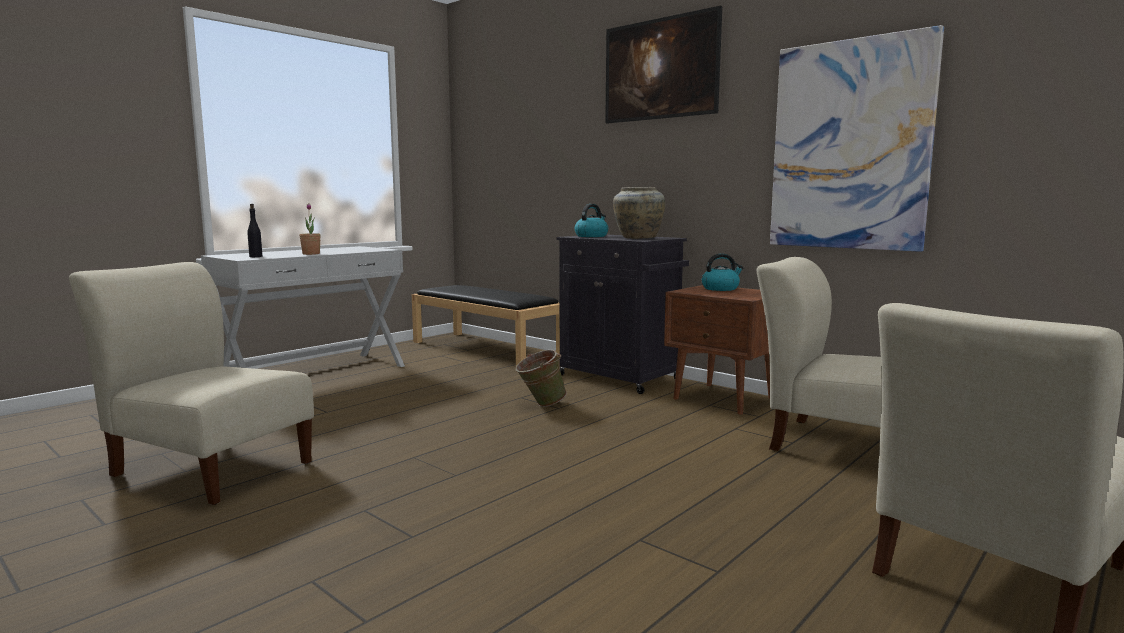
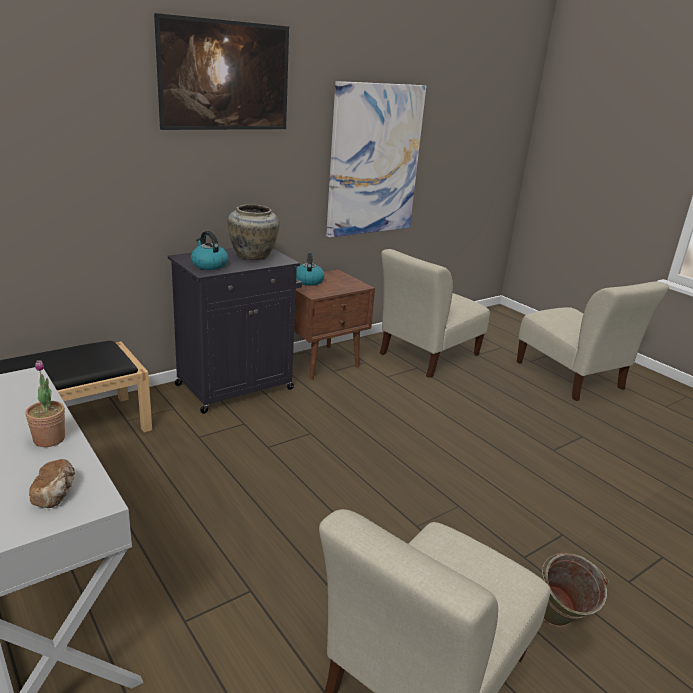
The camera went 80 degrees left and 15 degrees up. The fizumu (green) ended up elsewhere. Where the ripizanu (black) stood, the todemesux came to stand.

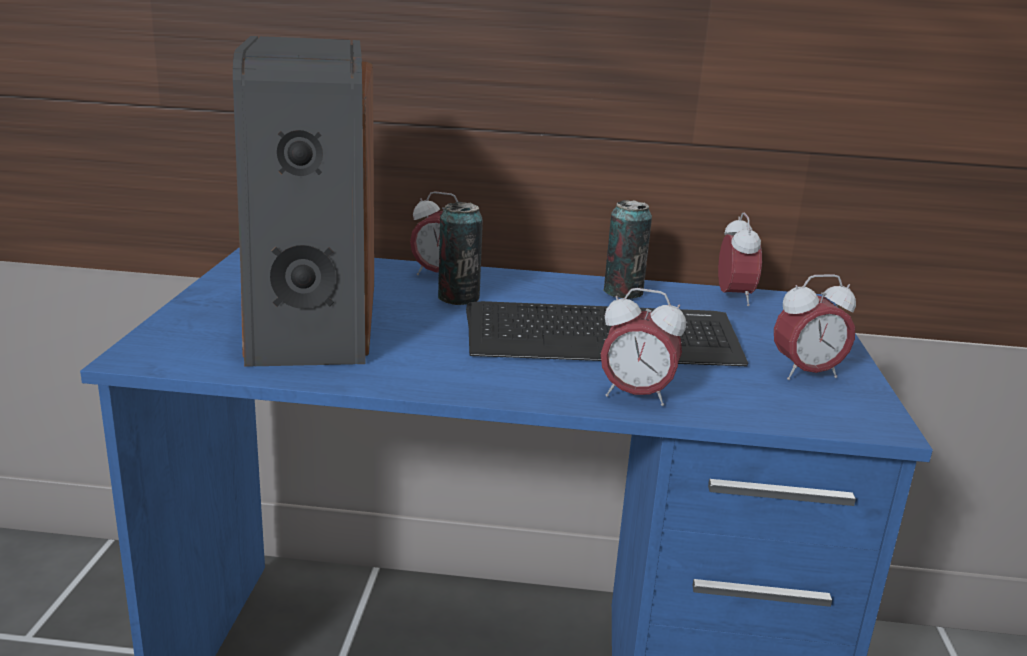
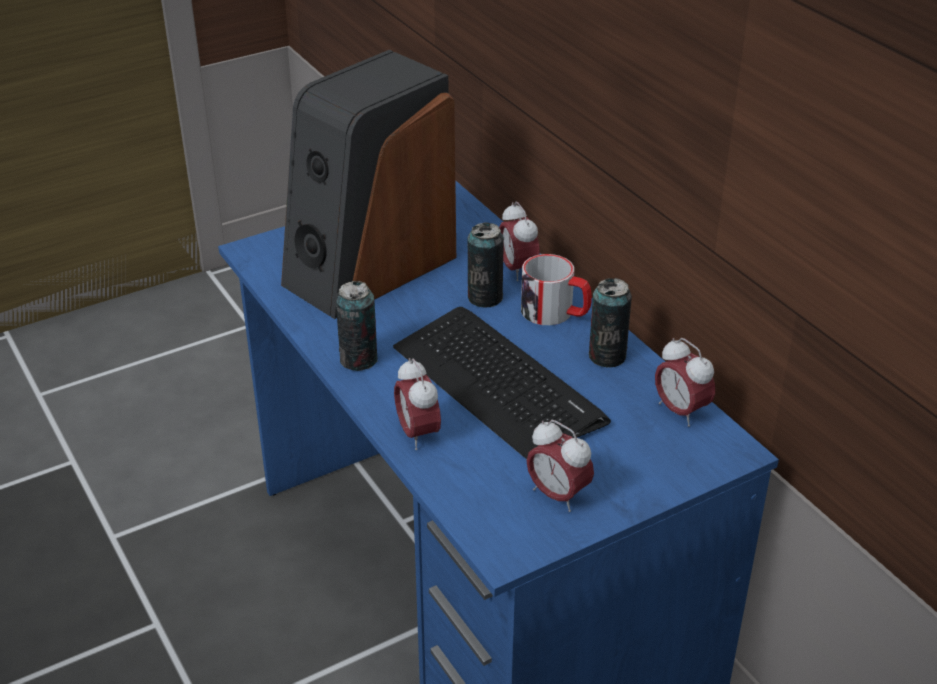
The camera went 55 degrees right and 15 degrees up. The second view gained the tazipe (no. 1 from left). The second view gained the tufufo. The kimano (no. 3 from left in the first image) ended up facing another way, 90 degrees clockwise from before.

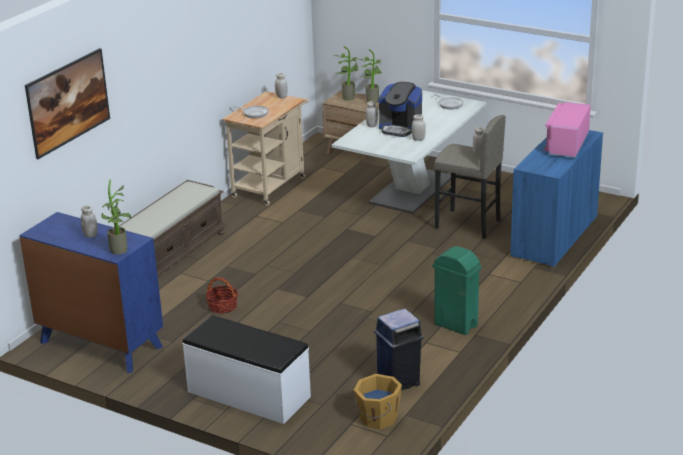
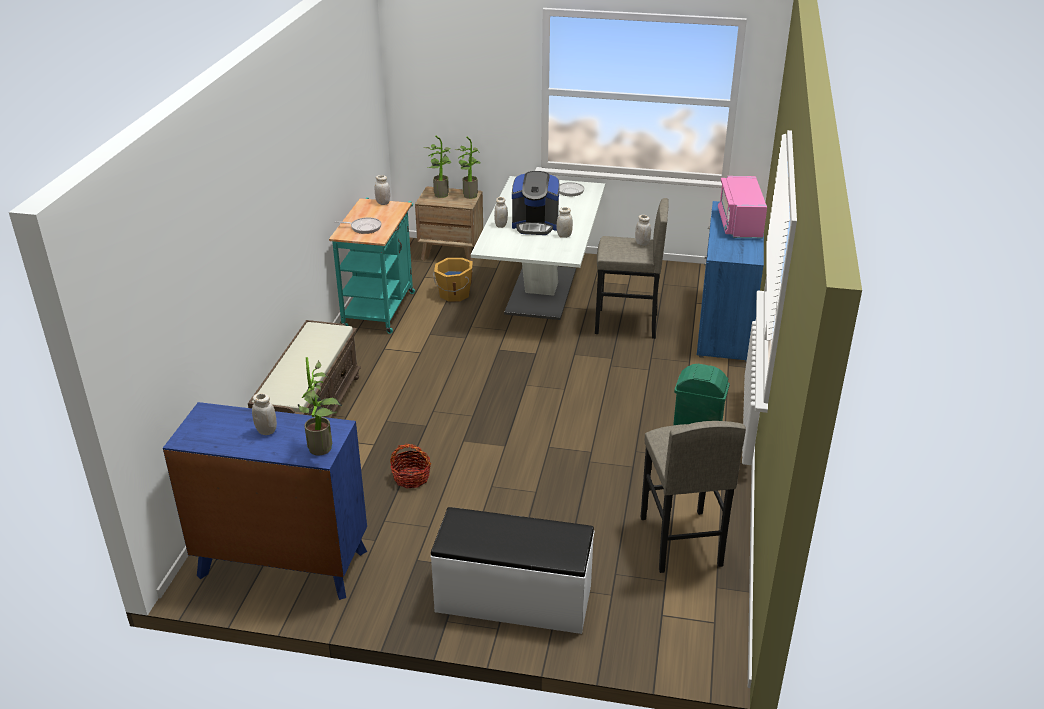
The camera went 20 degrees left and 5 degrees up. The second view lost the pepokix. The fizumu (orange) ended up elsewhere. Where the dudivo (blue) stood, the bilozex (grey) (no. 2 from left) came to stand. What was the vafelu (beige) turned into the vafelu (turquoise).

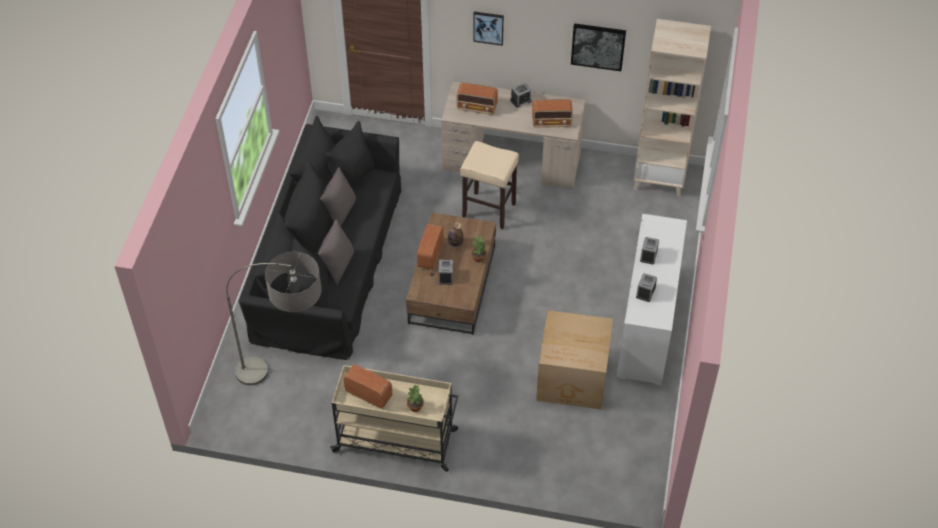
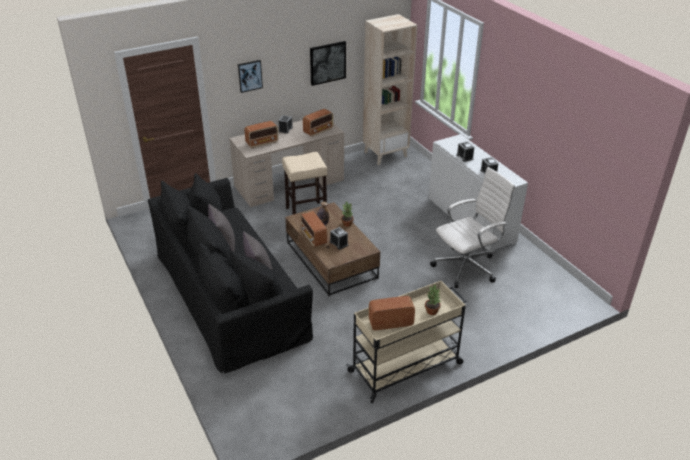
The camera went 40 degrees left and 15 degrees down. The second view lost the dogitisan. Where the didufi stood, the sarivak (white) came to stand.

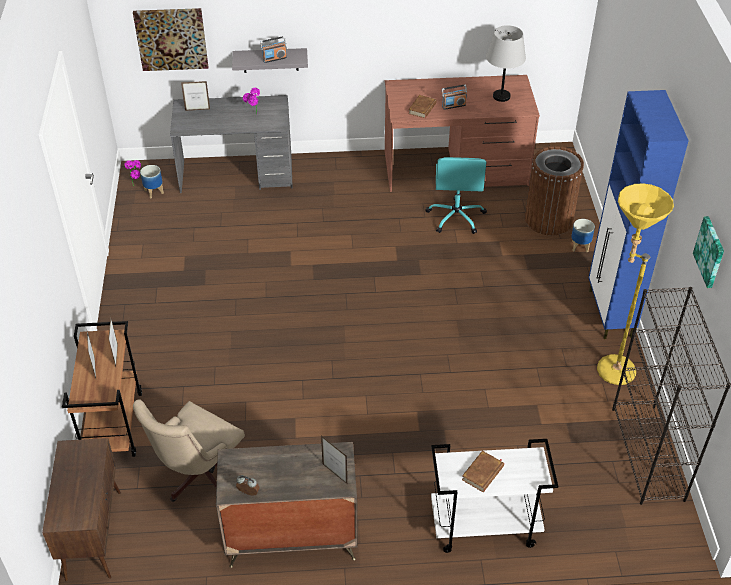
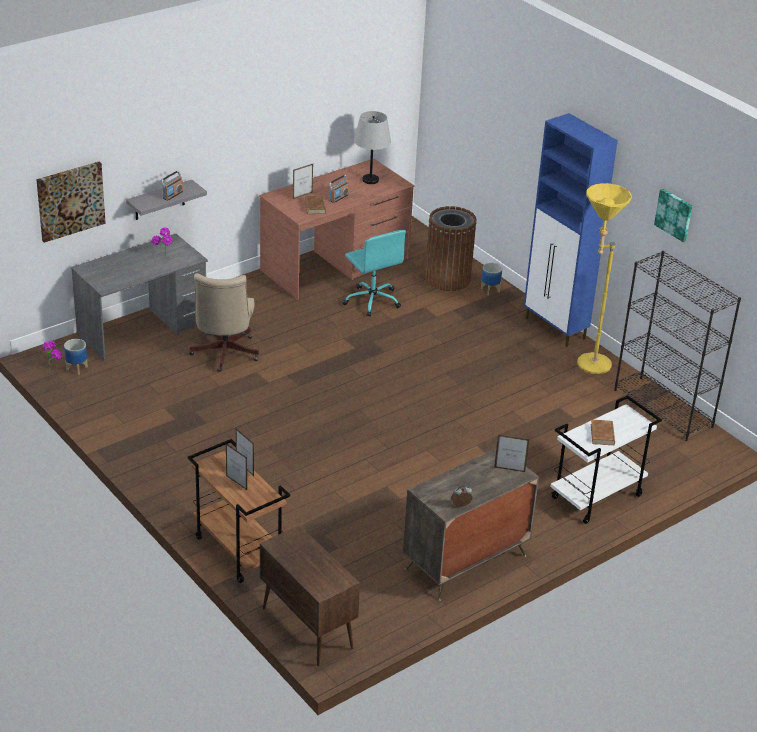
The camera went 35 degrees left and 10 degrees down. The sarivak (beige) ended up elsewhere. The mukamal (no. 3 from left) ended up elsewhere.

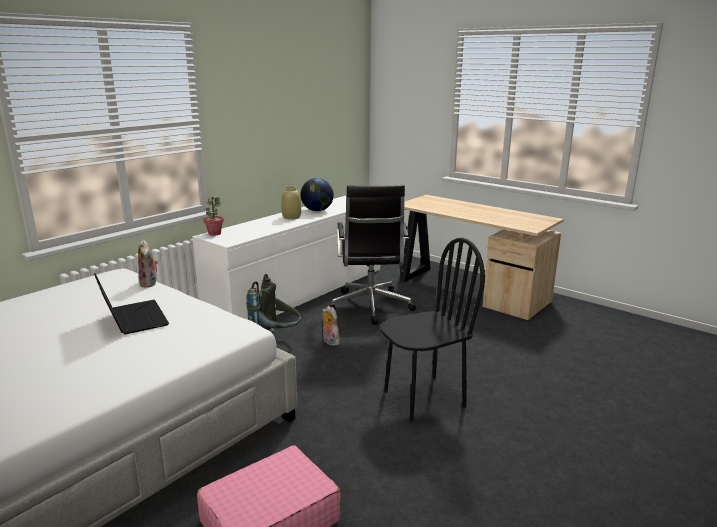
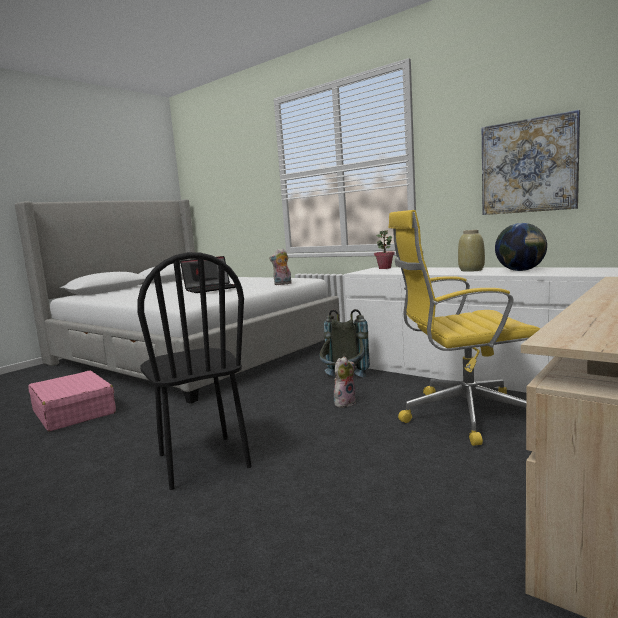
The camera went 90 degrees right and 10 degrees down. The second view gained the pepokix. What was the sarivak (black) turned into the sarivak (yellow).

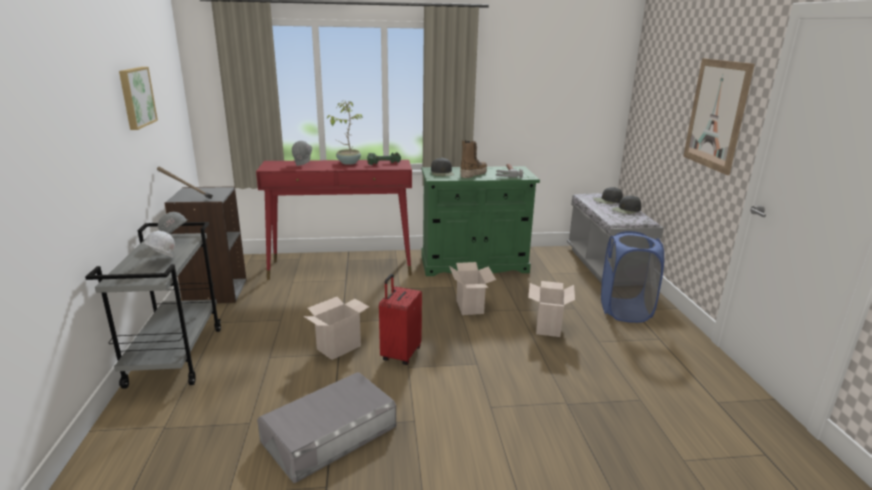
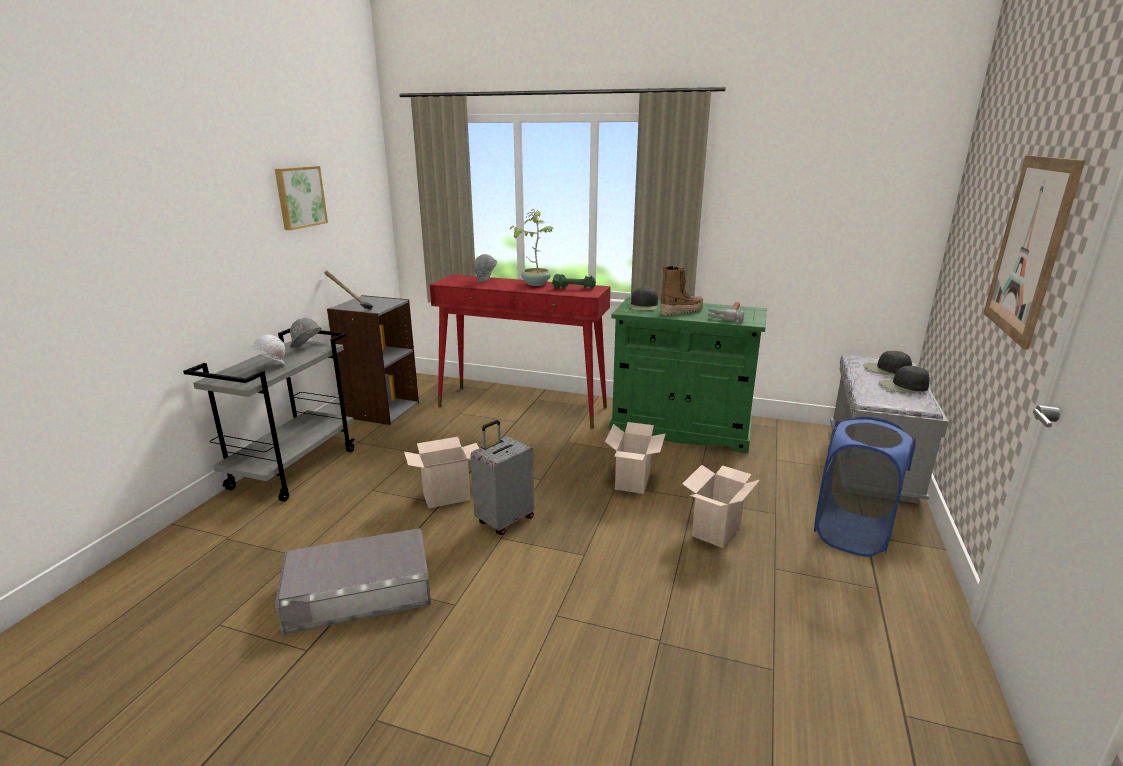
The camera went 25 degrees right and 0 degrees up. What was the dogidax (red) turned into the dogidax (grey).

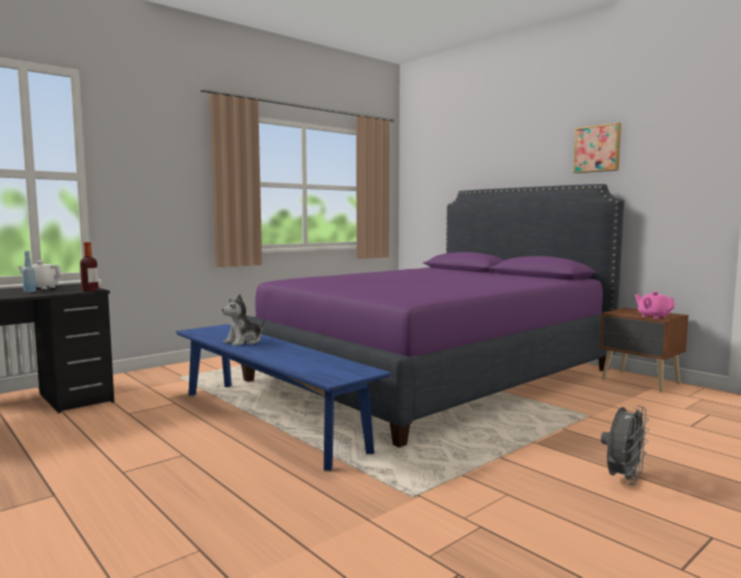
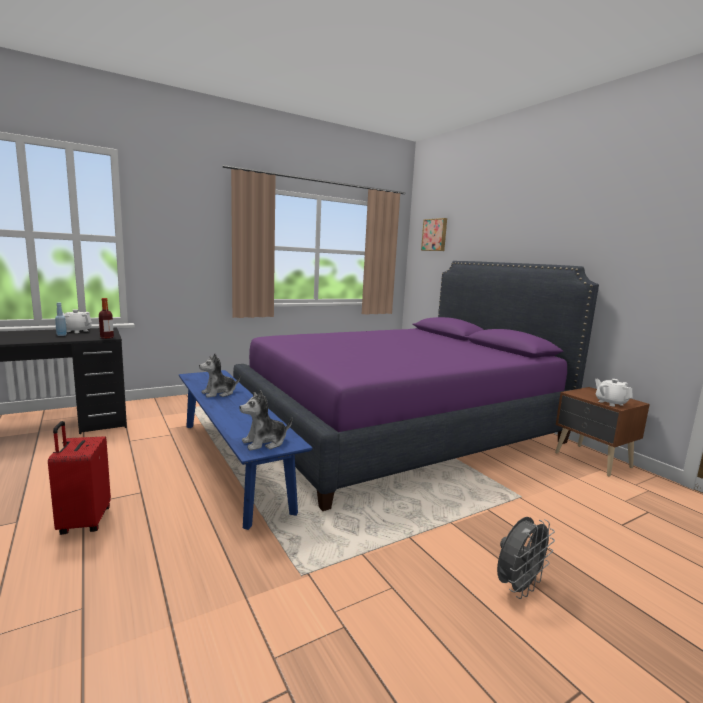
The camera went 10 degrees right and 5 degrees up. The second view gained the dogidax (red). The second view gained the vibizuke (no. 2 from left). The pepokix ended up elsewhere. What was the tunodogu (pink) turned into the tunodogu (white) (no. 2 from left).

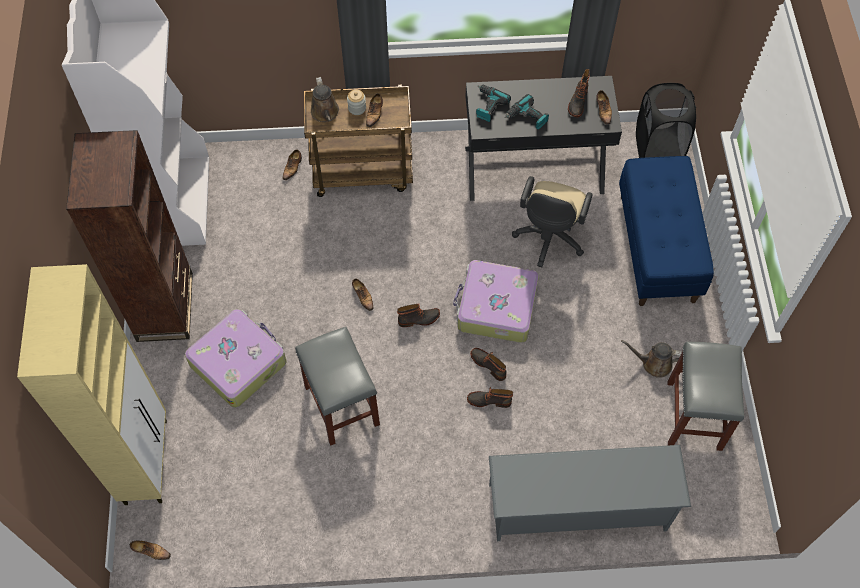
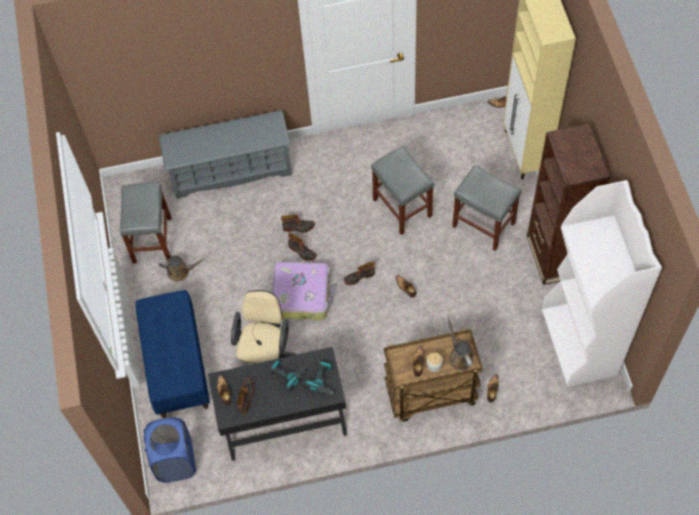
The camera went 175 degrees right and 0 degrees up. Where the dogidax (no. 1 from left) stood, the bilozex (grey) (no. 3 from left) came to stand. What was the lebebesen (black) turned into the lebebesen (blue).

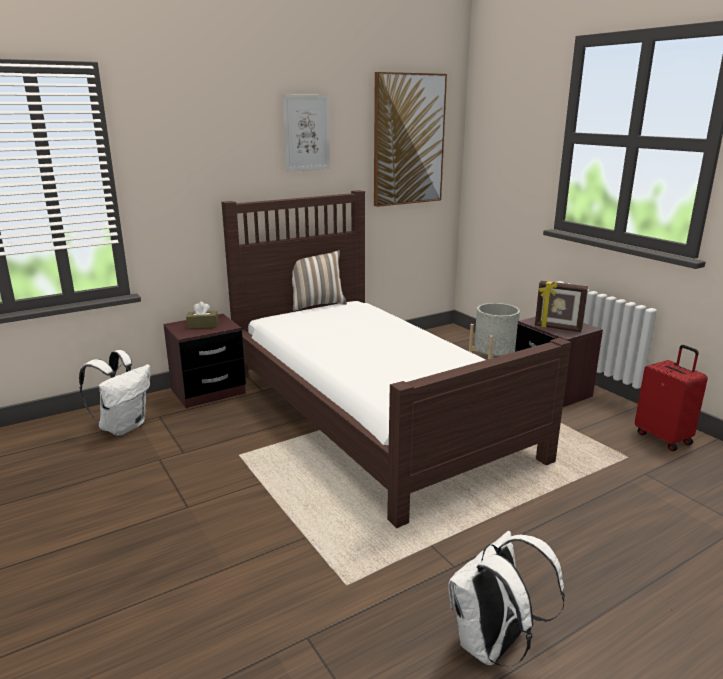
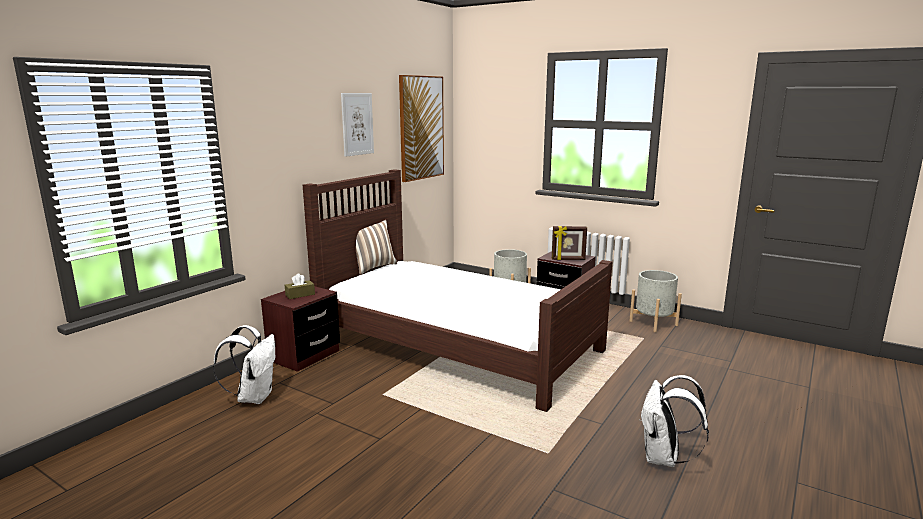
The camera went 25 degrees left and 5 degrees down. Where the dogidax (red) stood, the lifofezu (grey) (no. 2 from left) came to stand.

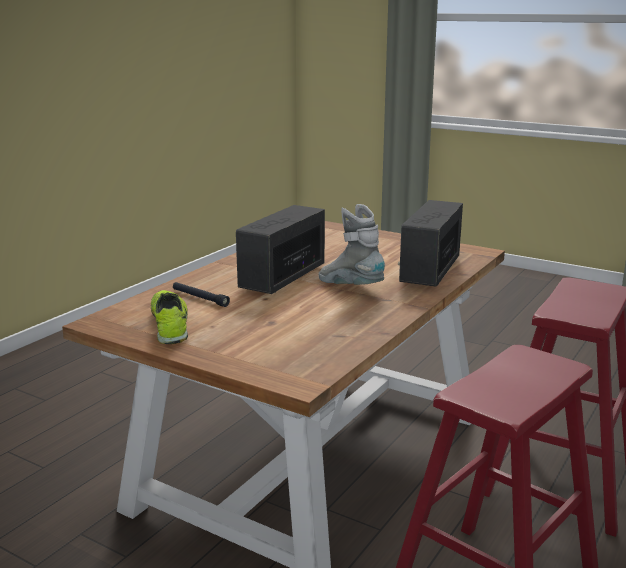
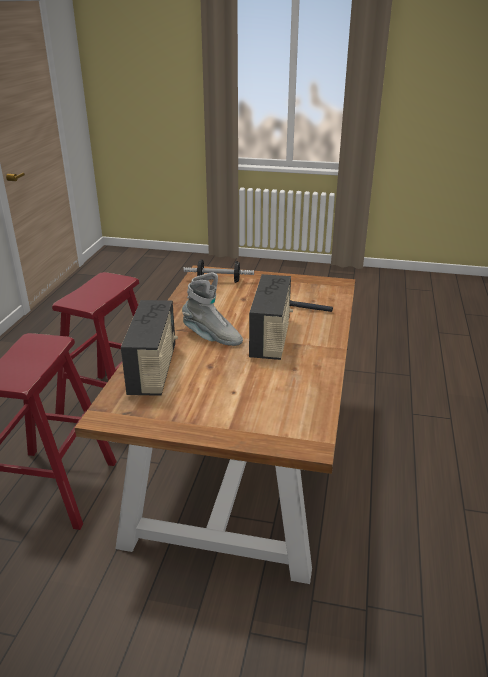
The camera went 160 degrees right and 10 degrees up. The second view lost the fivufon. The second view gained the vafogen.

